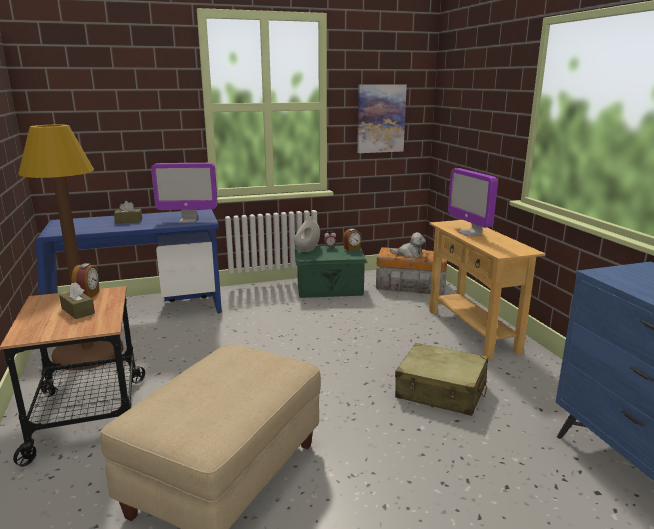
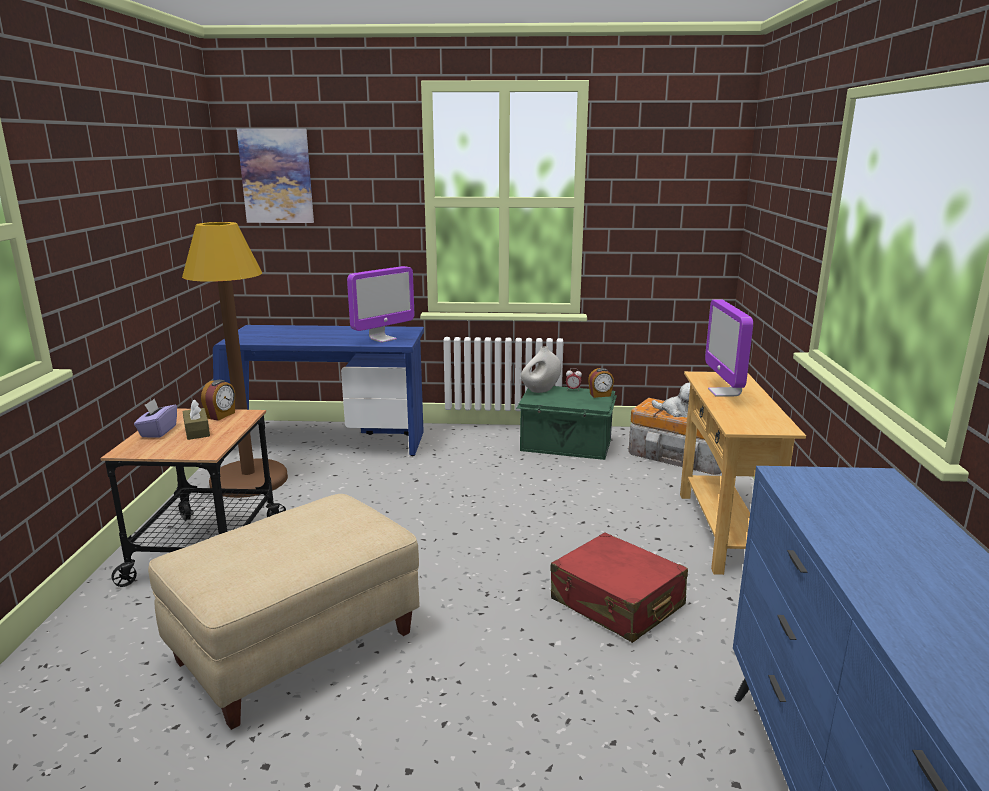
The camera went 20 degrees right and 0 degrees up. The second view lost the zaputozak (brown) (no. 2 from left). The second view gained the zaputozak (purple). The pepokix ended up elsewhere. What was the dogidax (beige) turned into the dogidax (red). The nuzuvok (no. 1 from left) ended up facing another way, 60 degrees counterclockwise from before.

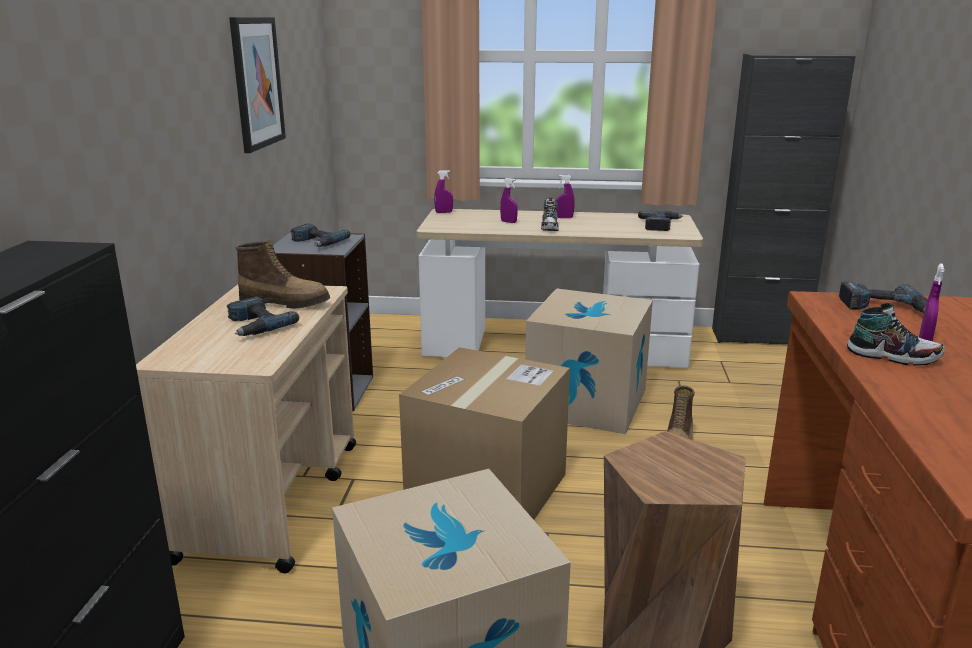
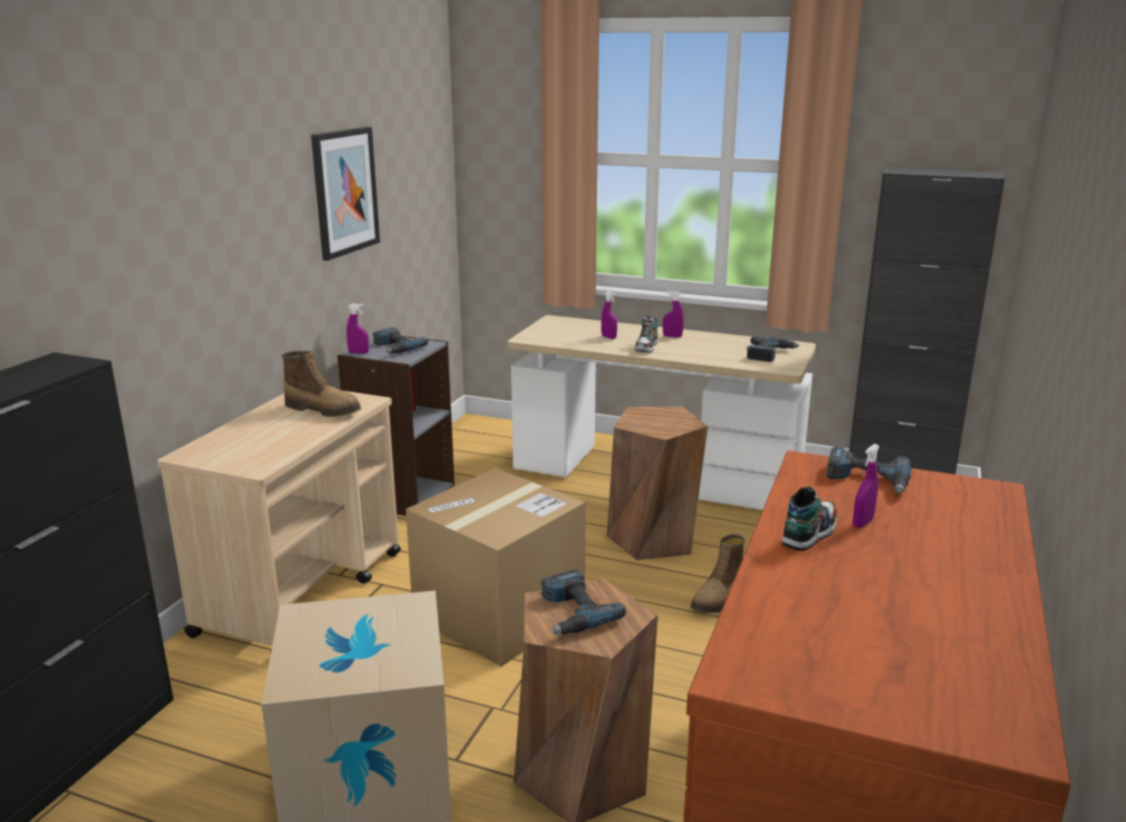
The camera went 15 degrees right and 0 degrees up. The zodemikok (no. 1 from left in the first image) ended up elsewhere. The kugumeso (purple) (no. 1 from left) ended up elsewhere. Where the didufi (no. 3 from left) stood, the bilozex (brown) (no. 2 from left) came to stand. The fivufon (no. 2 from left) ended up facing another way, 90 degrees counterclockwise from before.

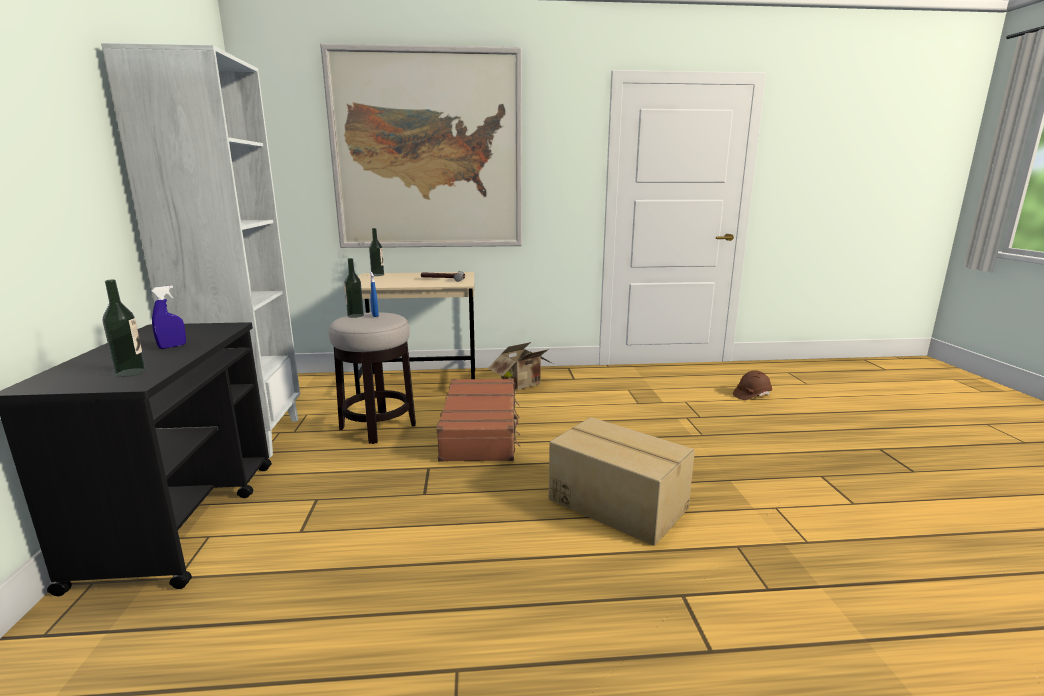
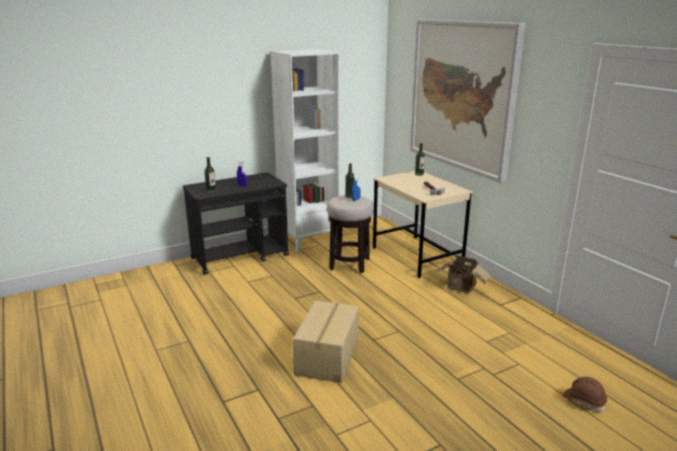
The camera went 65 degrees right and 5 degrees up. The second view lost the dogidax (brown).

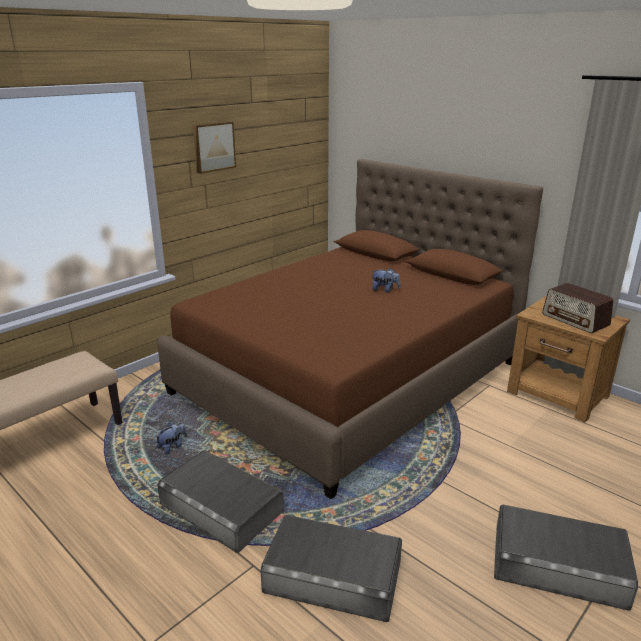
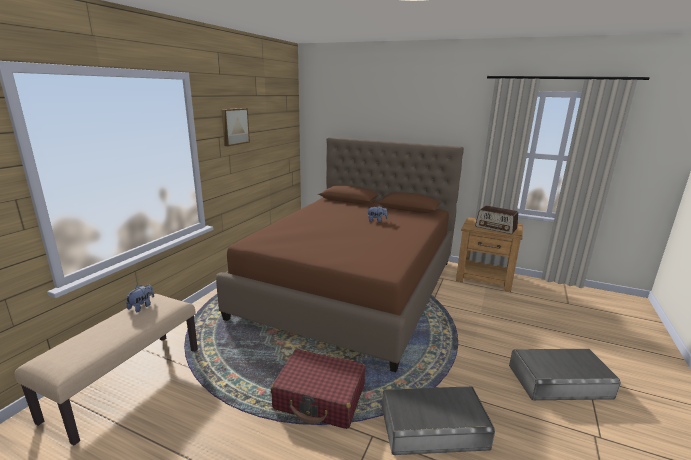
The camera went 20 degrees left and 5 degrees down. The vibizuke (no. 1 from left) ended up elsewhere. Where the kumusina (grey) (no. 1 from left) stood, the dogidax (red) came to stand.

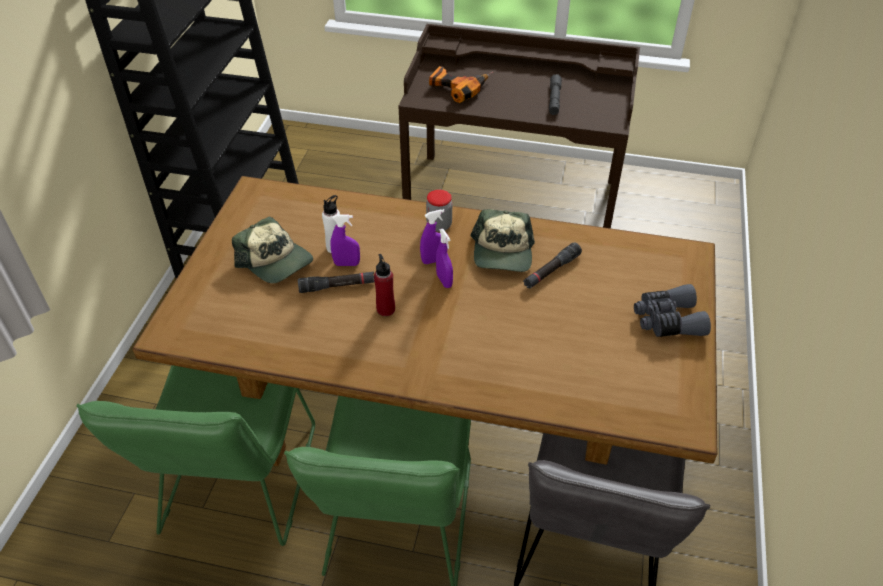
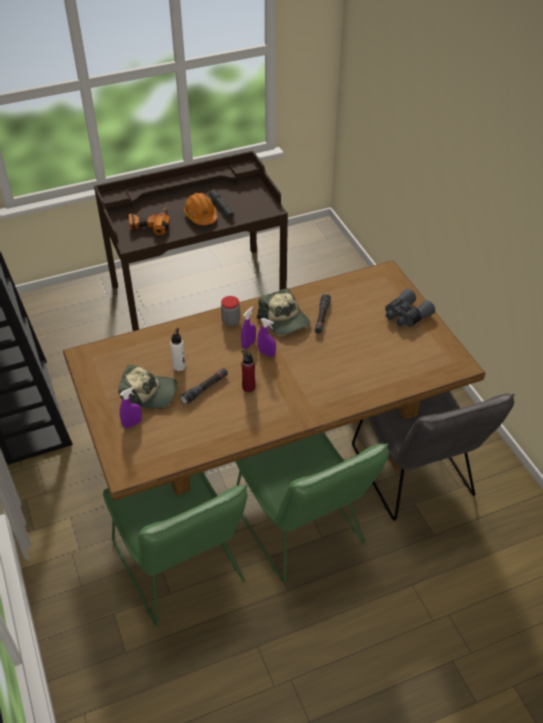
The camera went 35 degrees left and 0 degrees up. The second view gained the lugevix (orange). The kugumeso (purple) (no. 1 from left) ended up elsewhere.

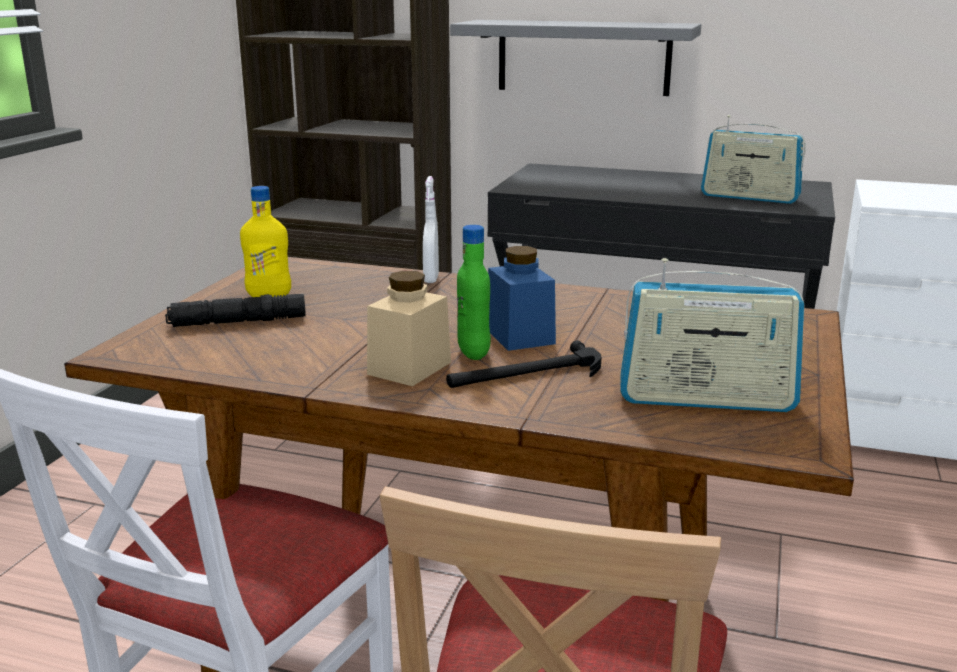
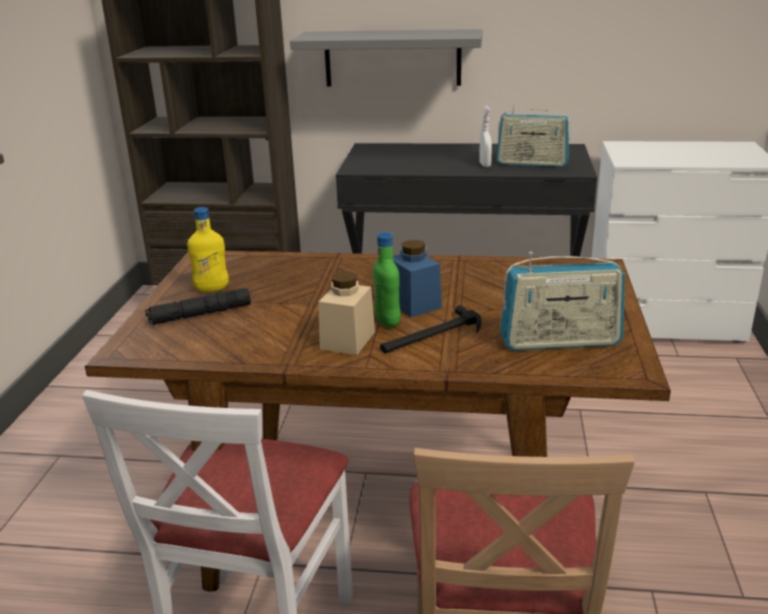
The camera went 10 degrees left and 5 degrees up. The kugumeso (white) ended up elsewhere.

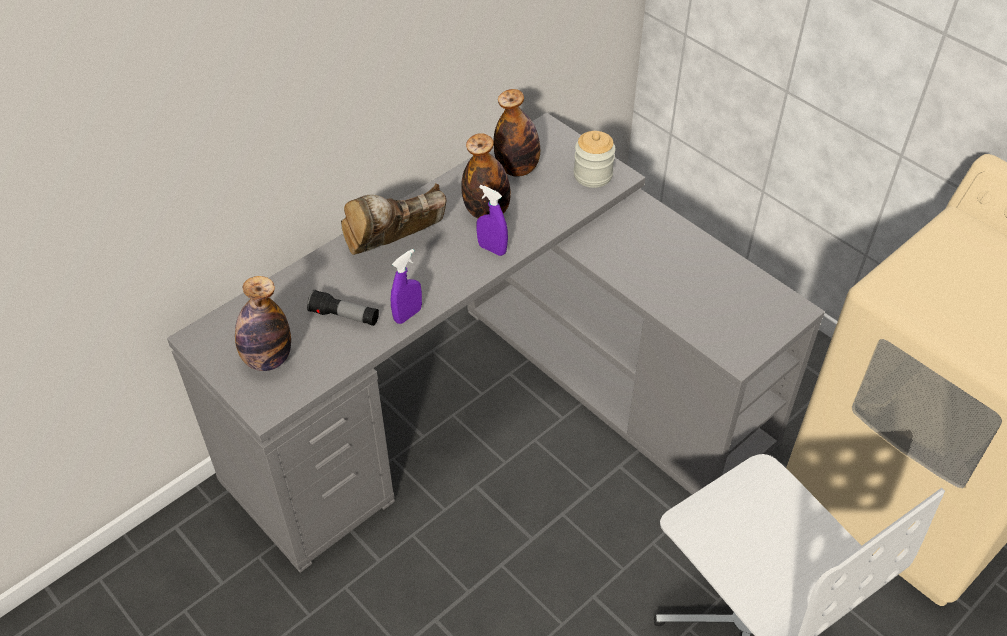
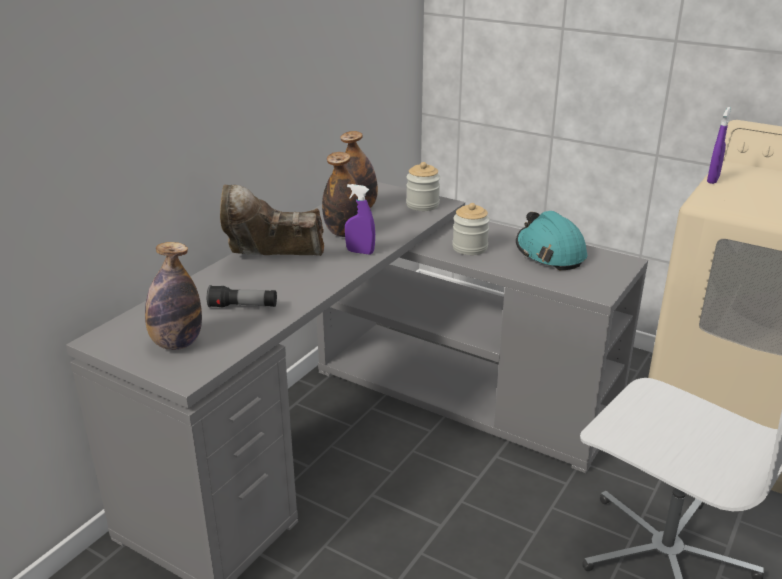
The camera went 15 degrees left and 20 degrees down. The second view gained the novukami (no. 2 from left). The second view gained the lugevix (turquoise). The kugumeso (purple) (no. 1 from left in the first image) ended up elsewhere. The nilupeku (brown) ended up facing another way, 45 degrees clockwise from before.

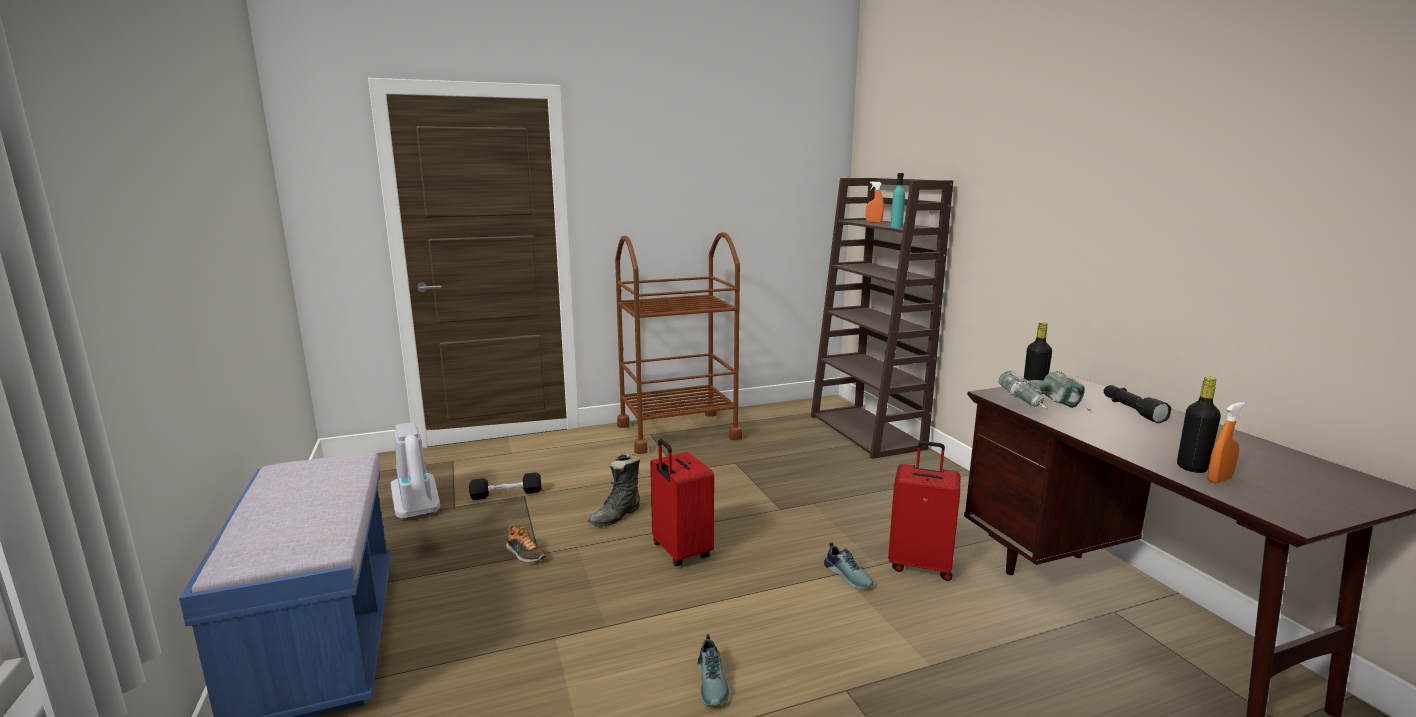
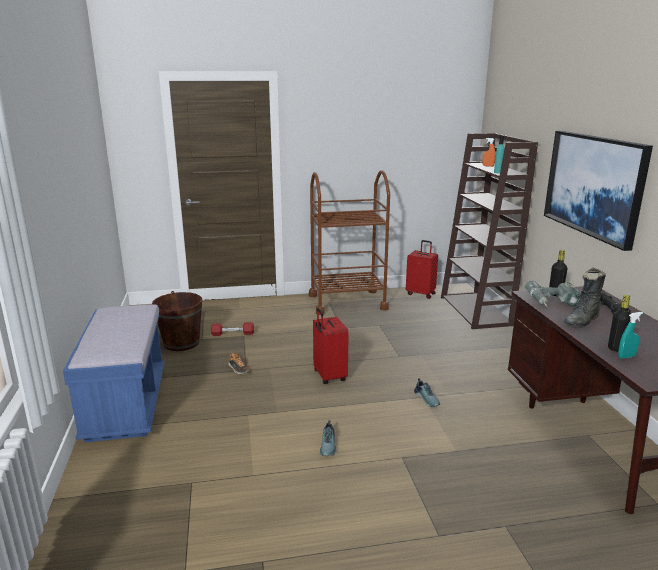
The camera went 10 degrees right and 5 degrees up. The second view gained the pepokix. The nilupeku (black) ended up elsewhere. The dogidax (red) (no. 2 from left) ended up elsewhere. Where the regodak stood, the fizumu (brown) came to stand. What was the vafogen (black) turned into the vafogen (red). What was the kugumeso (orange) (no. 2 from left) turned into the kugumeso (turquoise).

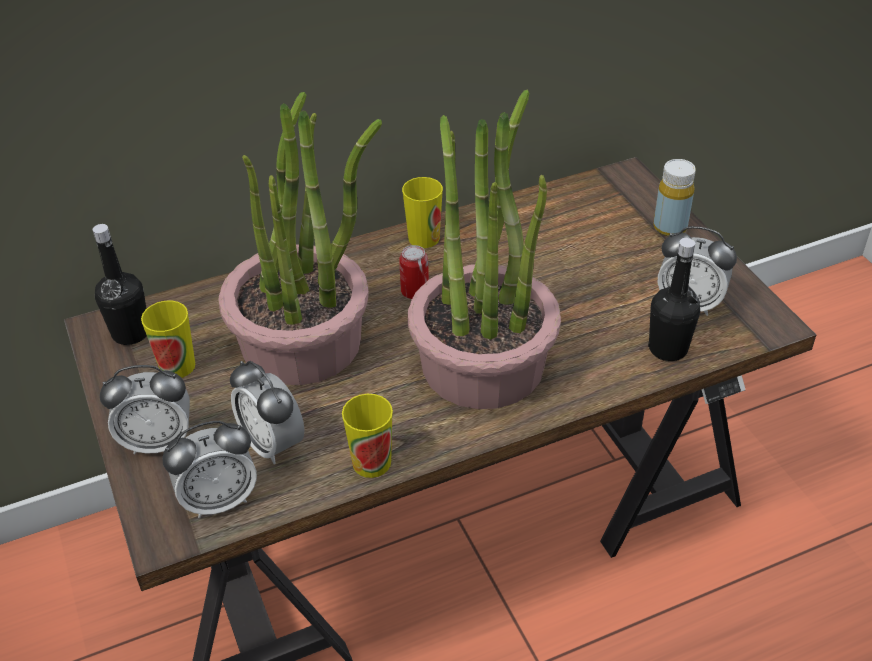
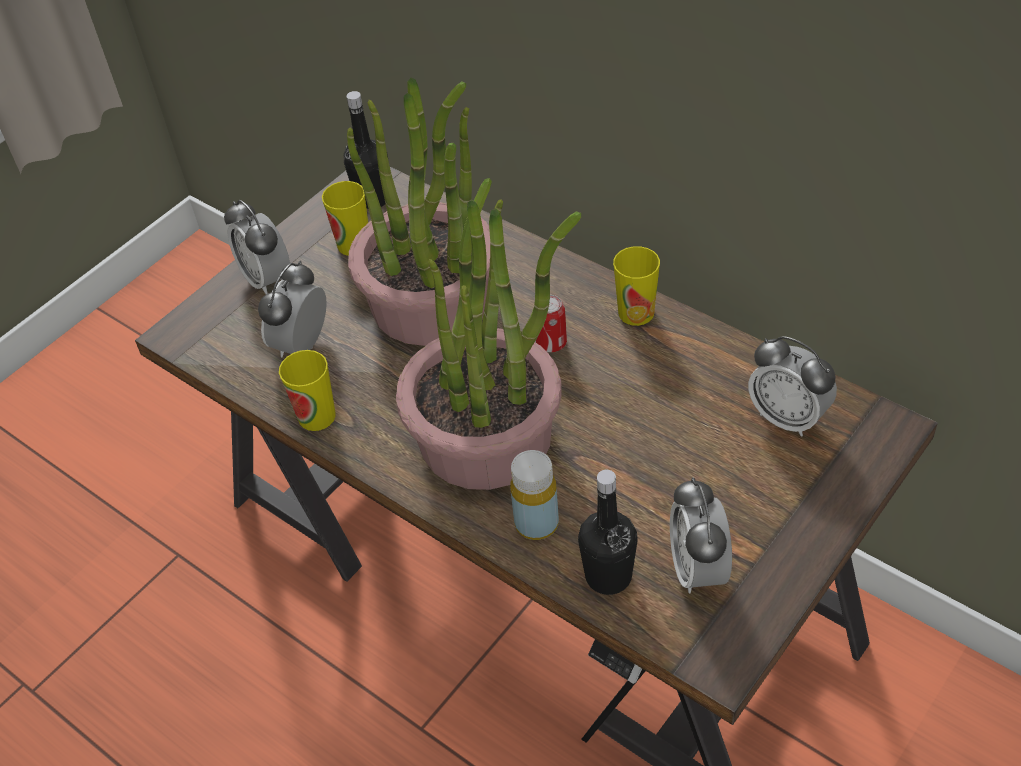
The camera went 65 degrees right and 5 degrees up. The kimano (no. 2 from left in the first image) ended up elsewhere. The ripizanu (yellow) ended up elsewhere.

